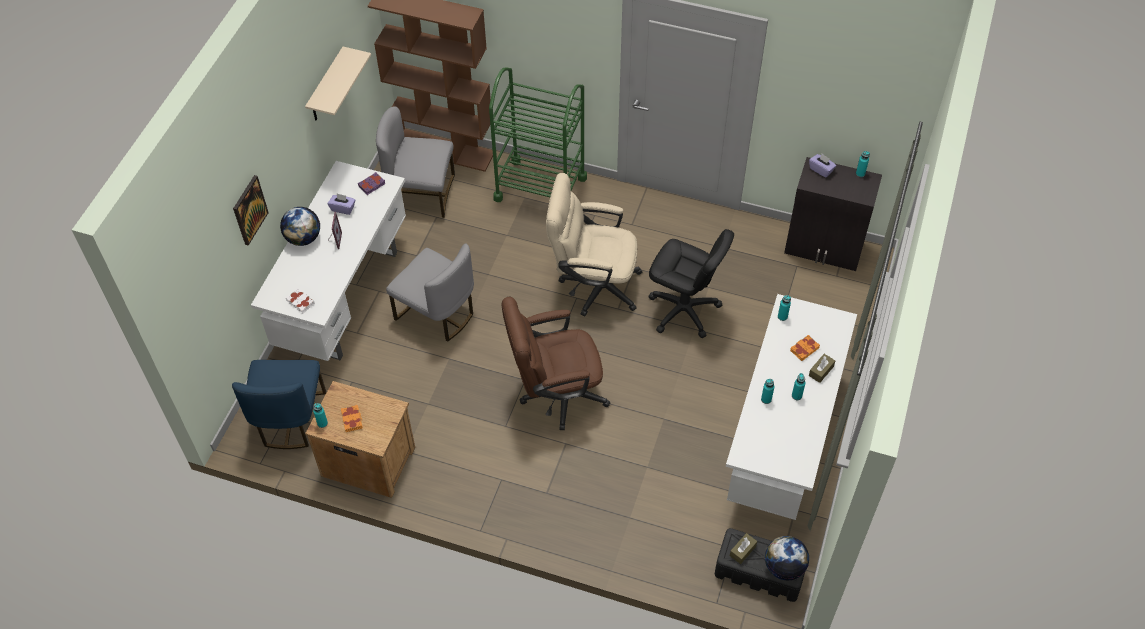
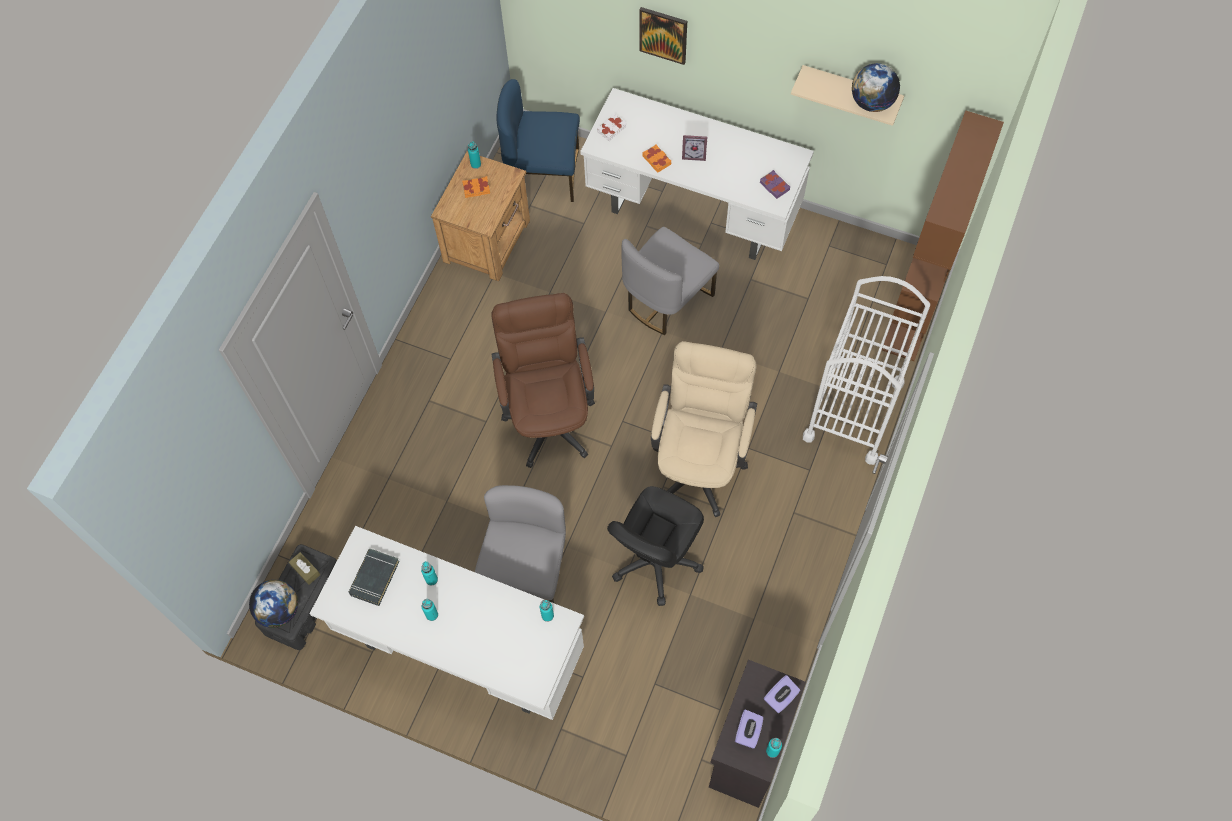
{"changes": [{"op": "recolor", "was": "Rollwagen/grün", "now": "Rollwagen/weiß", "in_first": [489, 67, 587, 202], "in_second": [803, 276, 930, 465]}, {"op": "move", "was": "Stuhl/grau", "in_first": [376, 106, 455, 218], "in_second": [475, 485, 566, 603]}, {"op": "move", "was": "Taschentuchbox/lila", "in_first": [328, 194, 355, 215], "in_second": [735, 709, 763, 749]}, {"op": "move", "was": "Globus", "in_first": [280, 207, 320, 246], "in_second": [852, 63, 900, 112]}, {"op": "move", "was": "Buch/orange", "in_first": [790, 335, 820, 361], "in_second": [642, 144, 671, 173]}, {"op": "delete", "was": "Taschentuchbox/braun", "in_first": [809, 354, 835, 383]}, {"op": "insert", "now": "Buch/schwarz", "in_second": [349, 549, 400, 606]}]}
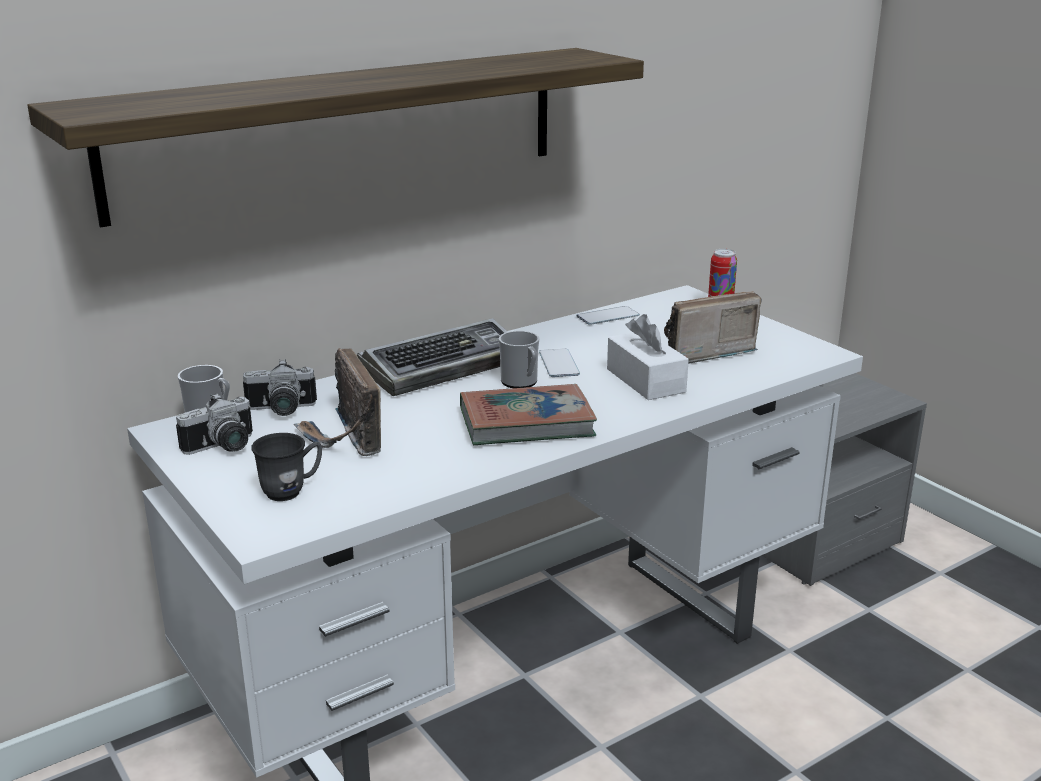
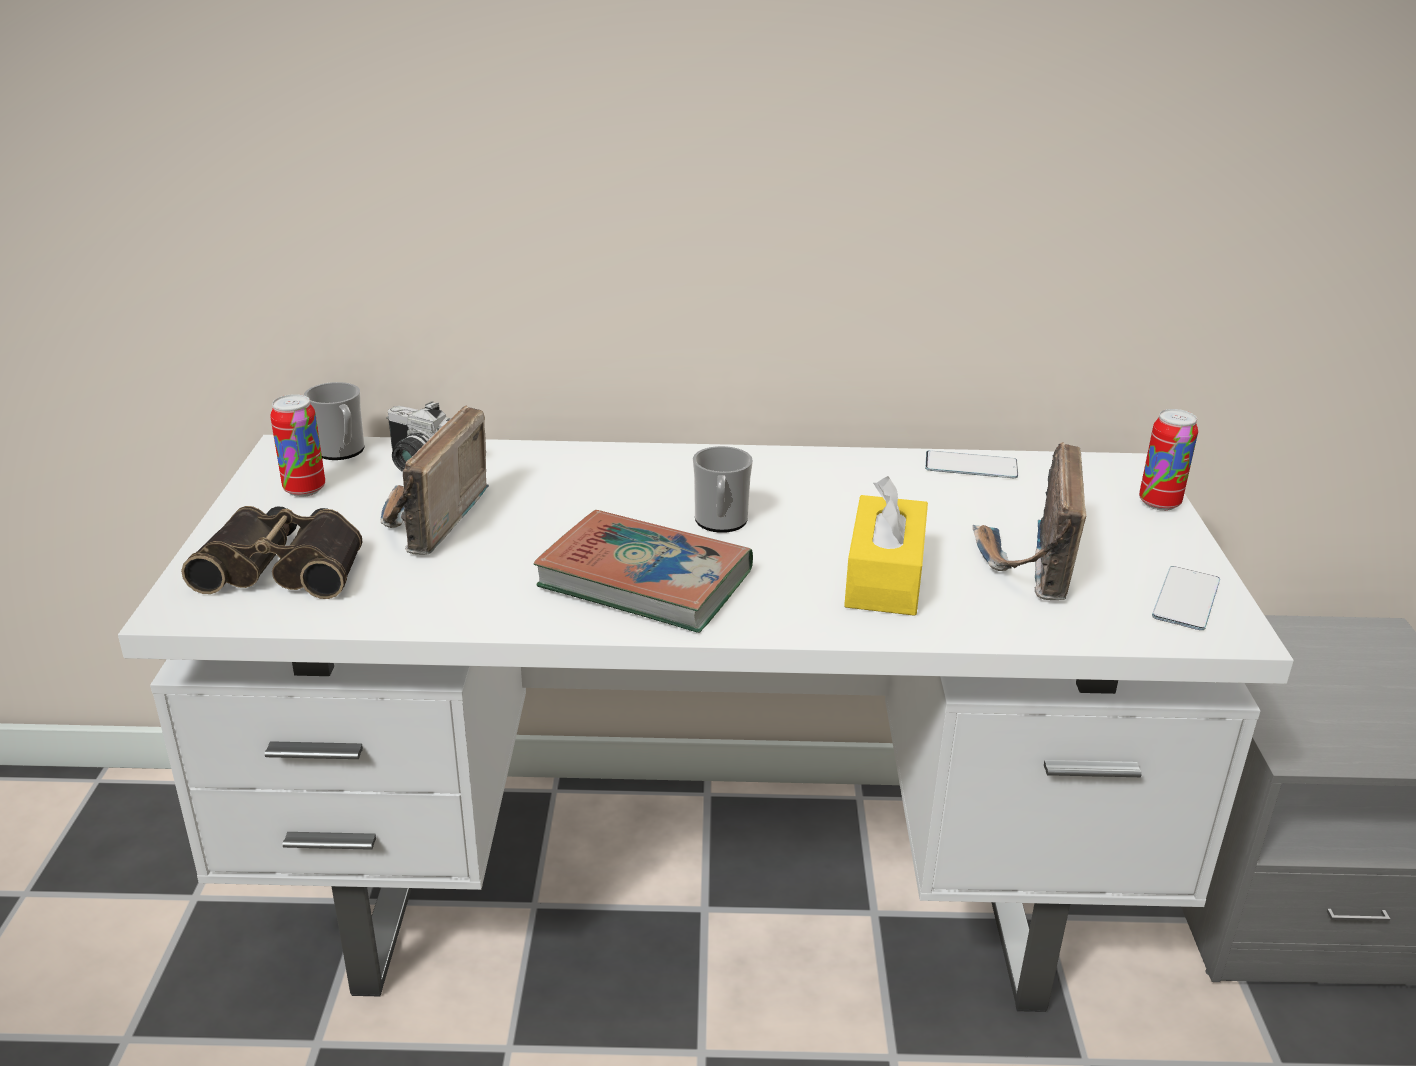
{"changes": [{"op": "delete", "was": "Wandregal", "in_first": [27, 48, 644, 227]}, {"op": "rotate", "was": "Radio", "in_first": [664, 291, 761, 364], "in_second": [973, 442, 1087, 600], "clockwise": -90}, {"op": "recolor", "was": "Taschentuchbox/weiß", "now": "Taschentuchbox/gelb", "in_first": [607, 314, 689, 400], "in_second": [844, 476, 928, 616]}, {"op": "delete", "was": "Tastatur", "in_first": [357, 318, 508, 396]}, {"op": "move", "was": "Handy", "in_first": [539, 349, 580, 377], "in_second": [1152, 566, 1220, 630]}, {"op": "replace", "was": "Kamera", "now": "Dose", "in_first": [176, 393, 253, 455], "in_second": [270, 394, 325, 497]}, {"op": "replace", "was": "Henkelbecher/grau", "now": "Fernglas", "in_first": [251, 433, 322, 501], "in_second": [181, 506, 363, 599]}]}
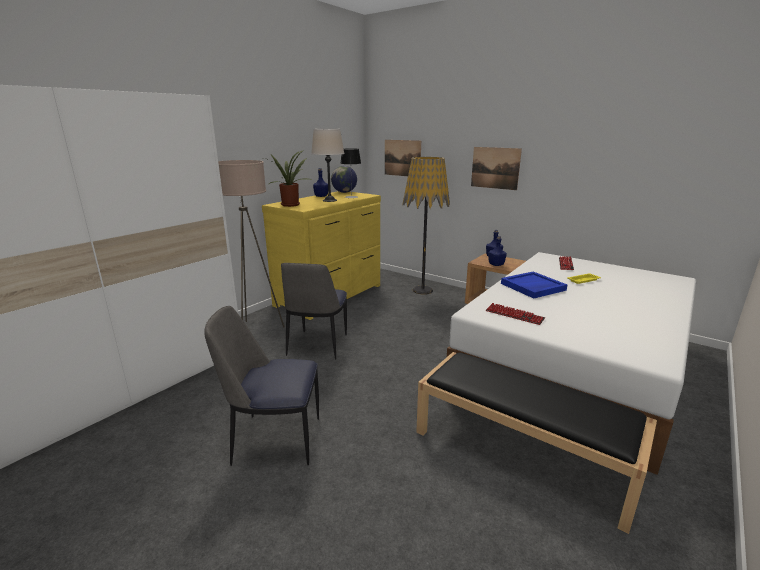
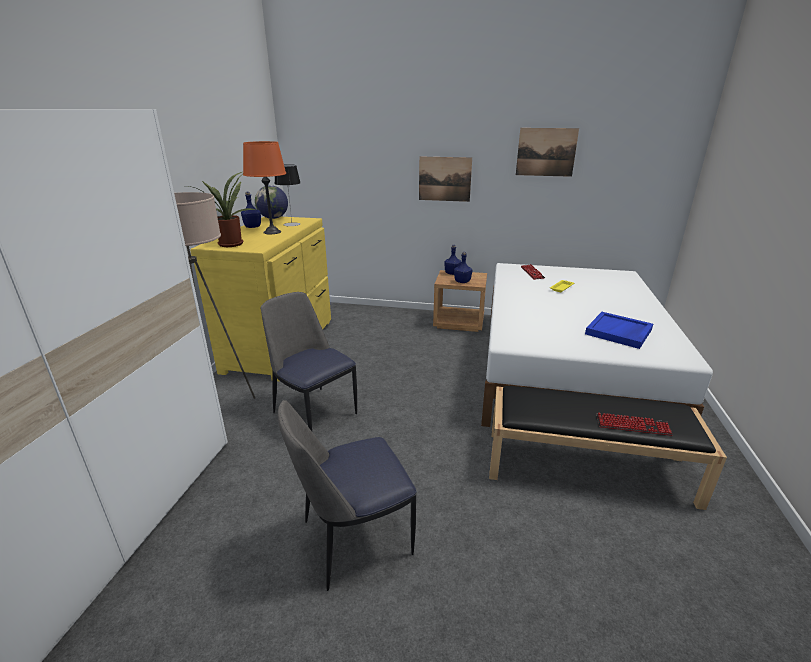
{"changes": [{"op": "recolor", "was": "Tischlampe/beige", "now": "Tischlampe/orange", "in_first": [311, 129, 345, 202], "in_second": [243, 141, 286, 234]}, {"op": "move", "was": "Bild", "in_first": [385, 140, 421, 176], "in_second": [516, 128, 579, 177]}, {"op": "delete", "was": "Stehlampe", "in_first": [402, 157, 450, 295]}, {"op": "rotate", "was": "Stuhl", "in_first": [281, 263, 347, 360], "in_second": [261, 292, 357, 431], "clockwise": 150}, {"op": "move", "was": "Tablett/blau", "in_first": [501, 272, 567, 299], "in_second": [585, 312, 653, 349]}, {"op": "move", "was": "Tastatur", "in_first": [486, 303, 545, 325], "in_second": [597, 413, 673, 436]}]}
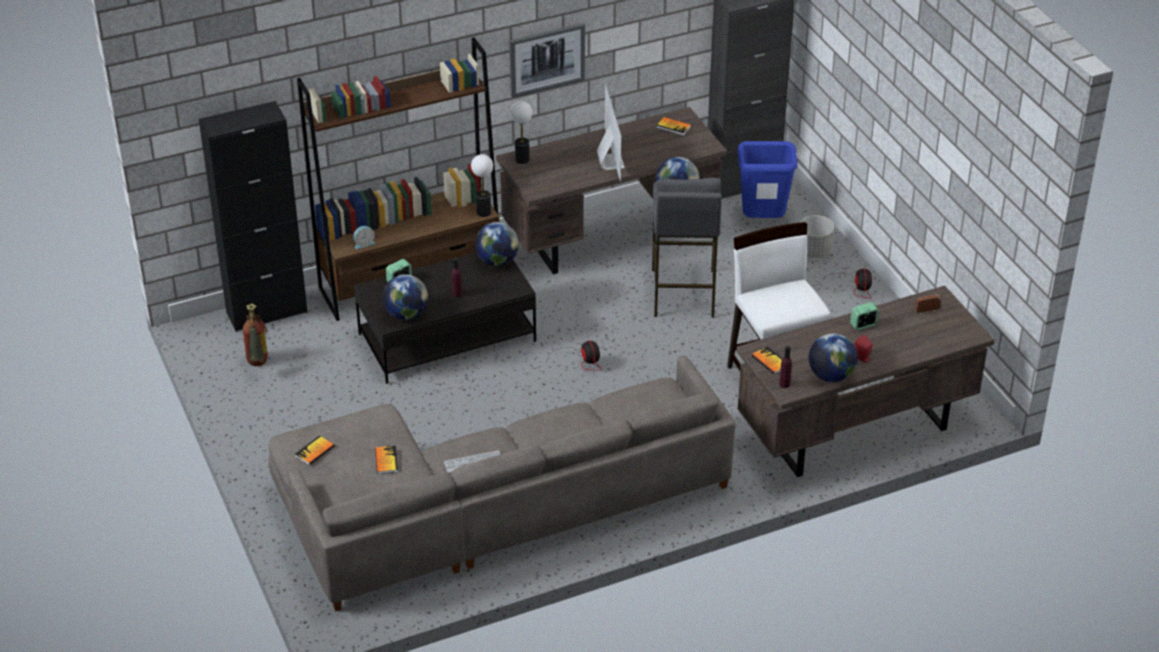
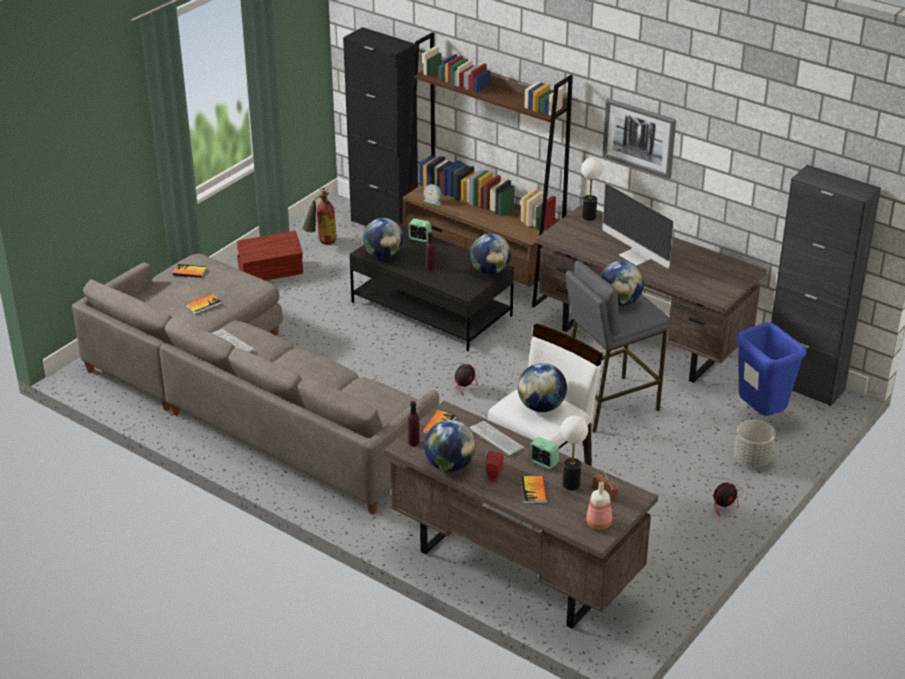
{"changes": [{"op": "rotate", "was": "Monitor", "in_first": [597, 83, 625, 181], "in_second": [602, 183, 674, 269], "clockwise": 90}, {"op": "move", "was": "Buch", "in_first": [657, 117, 691, 136], "in_second": [521, 476, 547, 504]}, {"op": "move", "was": "Tischlampe", "in_first": [471, 154, 493, 217], "in_second": [561, 416, 588, 490]}, {"op": "insert", "now": "Aufbewahrungsbox/braun", "in_second": [237, 231, 303, 281]}, {"op": "insert", "now": "Globus", "in_second": [518, 363, 567, 412]}, {"op": "insert", "now": "Tastatur", "in_second": [470, 421, 525, 456]}, {"op": "insert", "now": "Flasche", "in_second": [586, 481, 612, 530]}]}
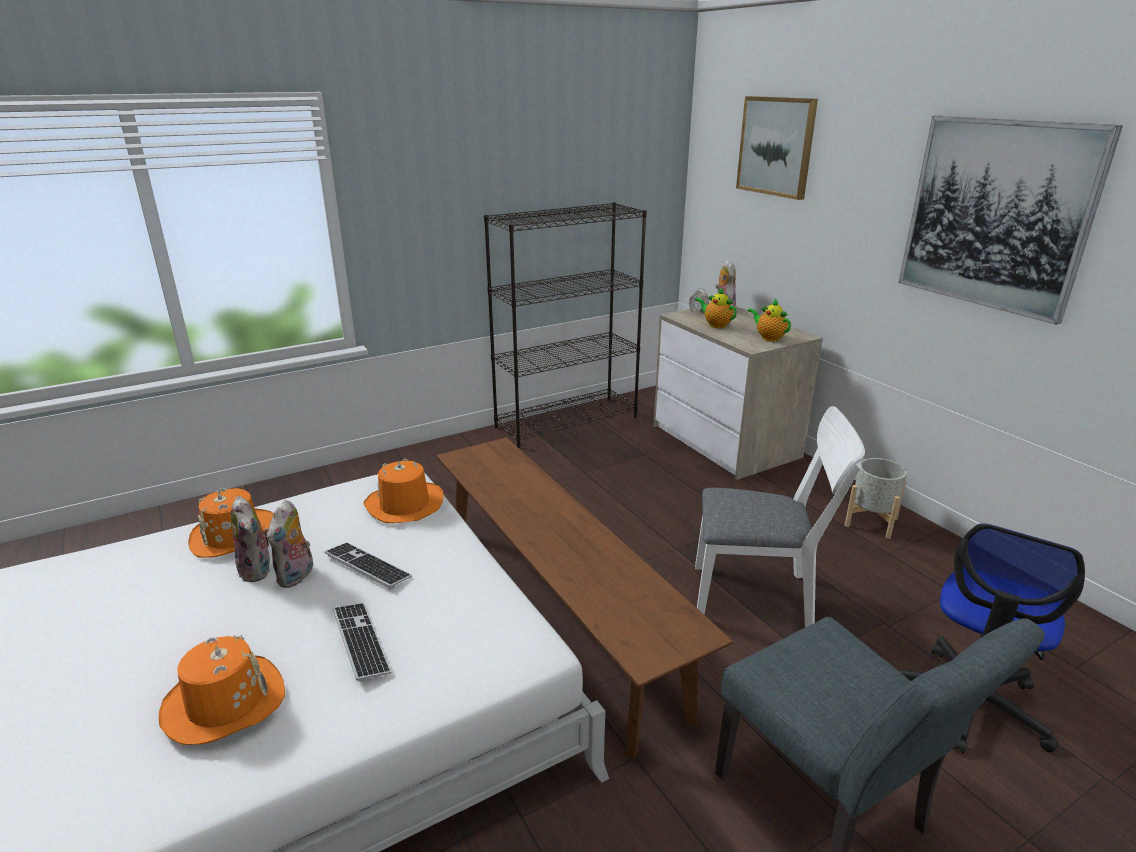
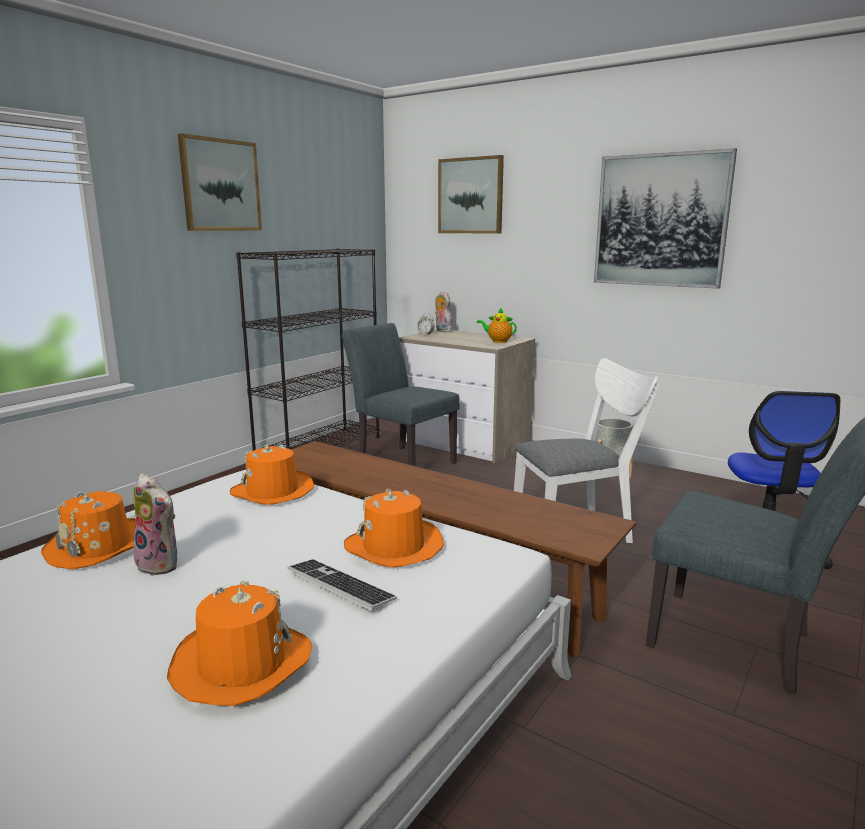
{"changes": [{"op": "delete", "was": "Teekanne", "in_first": [695, 288, 737, 328]}, {"op": "delete", "was": "Plüschtier", "in_first": [266, 500, 313, 588]}, {"op": "delete", "was": "Tastatur", "in_first": [324, 542, 412, 589]}, {"op": "insert", "now": "Bild", "in_second": [178, 133, 262, 231]}, {"op": "insert", "now": "Stuhl/grau", "in_second": [342, 323, 460, 466]}, {"op": "insert", "now": "Hut/orange", "in_second": [344, 489, 444, 567]}]}
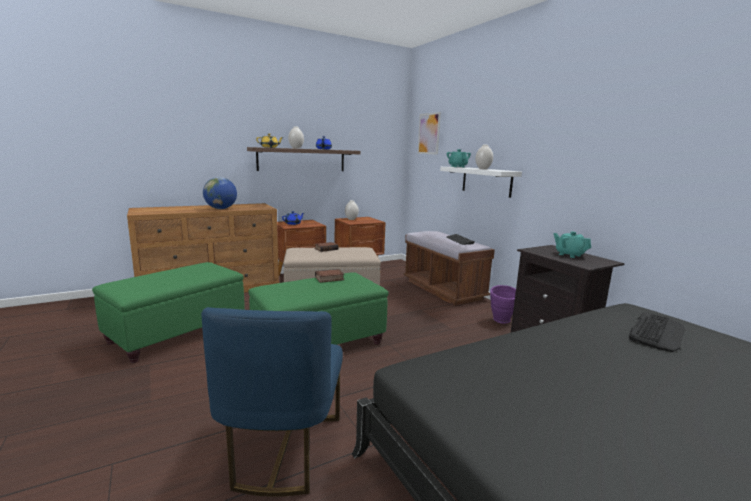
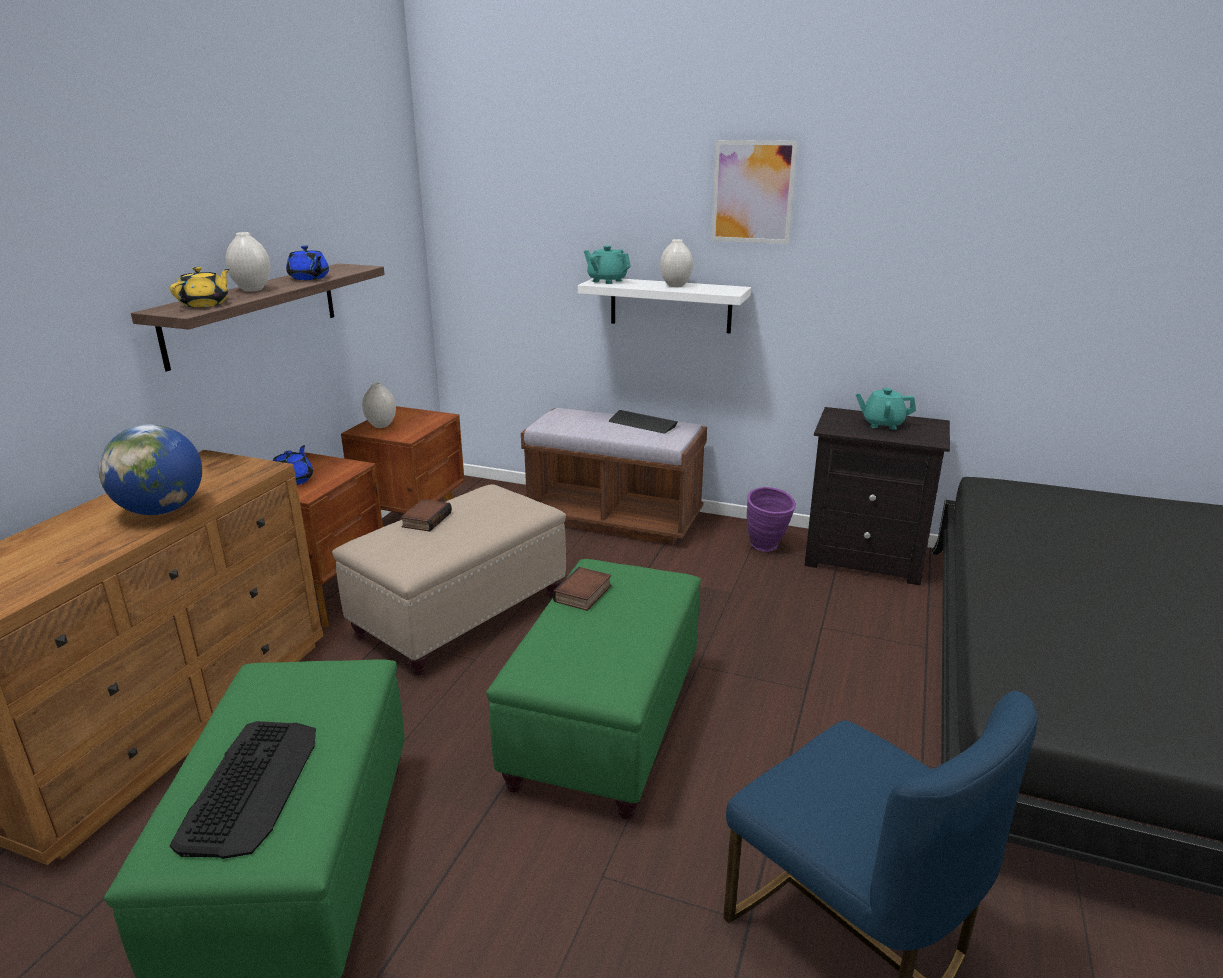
{"changes": [{"op": "move", "was": "Bild", "in_first": [418, 112, 441, 155], "in_second": [711, 140, 798, 244]}, {"op": "move", "was": "Tastatur", "in_first": [629, 312, 686, 352], "in_second": [170, 721, 316, 859]}]}
